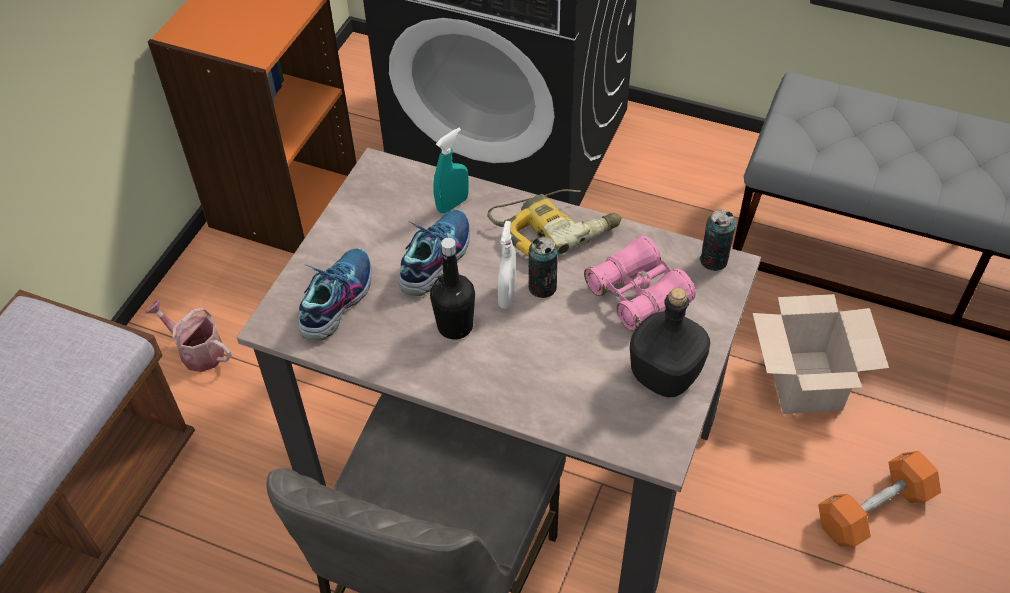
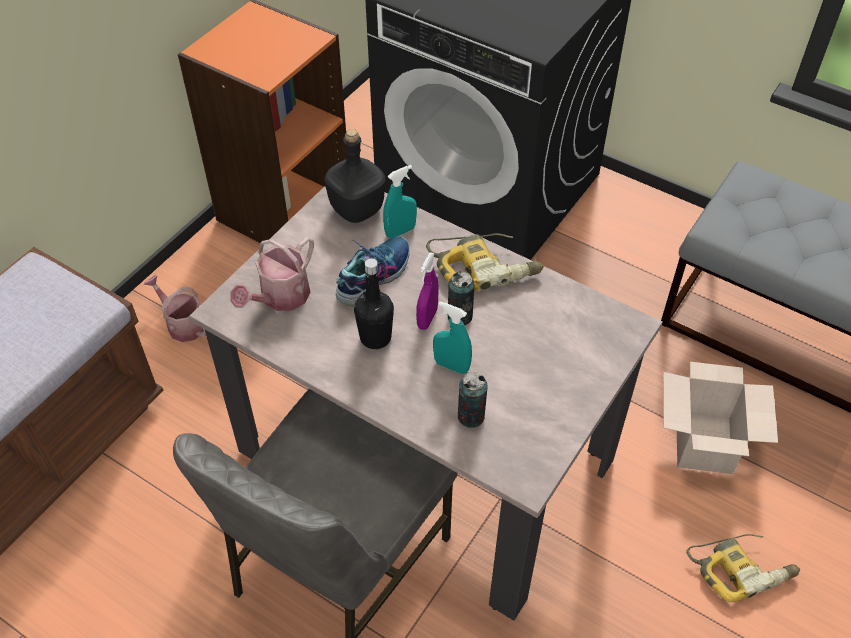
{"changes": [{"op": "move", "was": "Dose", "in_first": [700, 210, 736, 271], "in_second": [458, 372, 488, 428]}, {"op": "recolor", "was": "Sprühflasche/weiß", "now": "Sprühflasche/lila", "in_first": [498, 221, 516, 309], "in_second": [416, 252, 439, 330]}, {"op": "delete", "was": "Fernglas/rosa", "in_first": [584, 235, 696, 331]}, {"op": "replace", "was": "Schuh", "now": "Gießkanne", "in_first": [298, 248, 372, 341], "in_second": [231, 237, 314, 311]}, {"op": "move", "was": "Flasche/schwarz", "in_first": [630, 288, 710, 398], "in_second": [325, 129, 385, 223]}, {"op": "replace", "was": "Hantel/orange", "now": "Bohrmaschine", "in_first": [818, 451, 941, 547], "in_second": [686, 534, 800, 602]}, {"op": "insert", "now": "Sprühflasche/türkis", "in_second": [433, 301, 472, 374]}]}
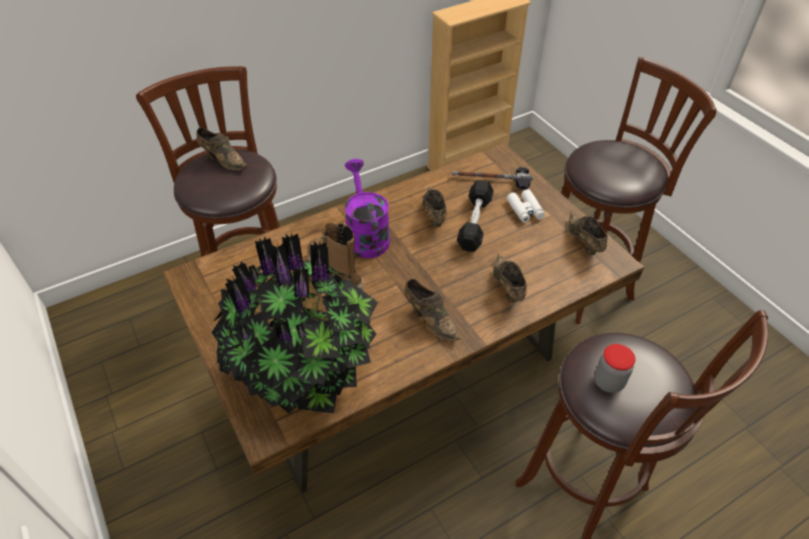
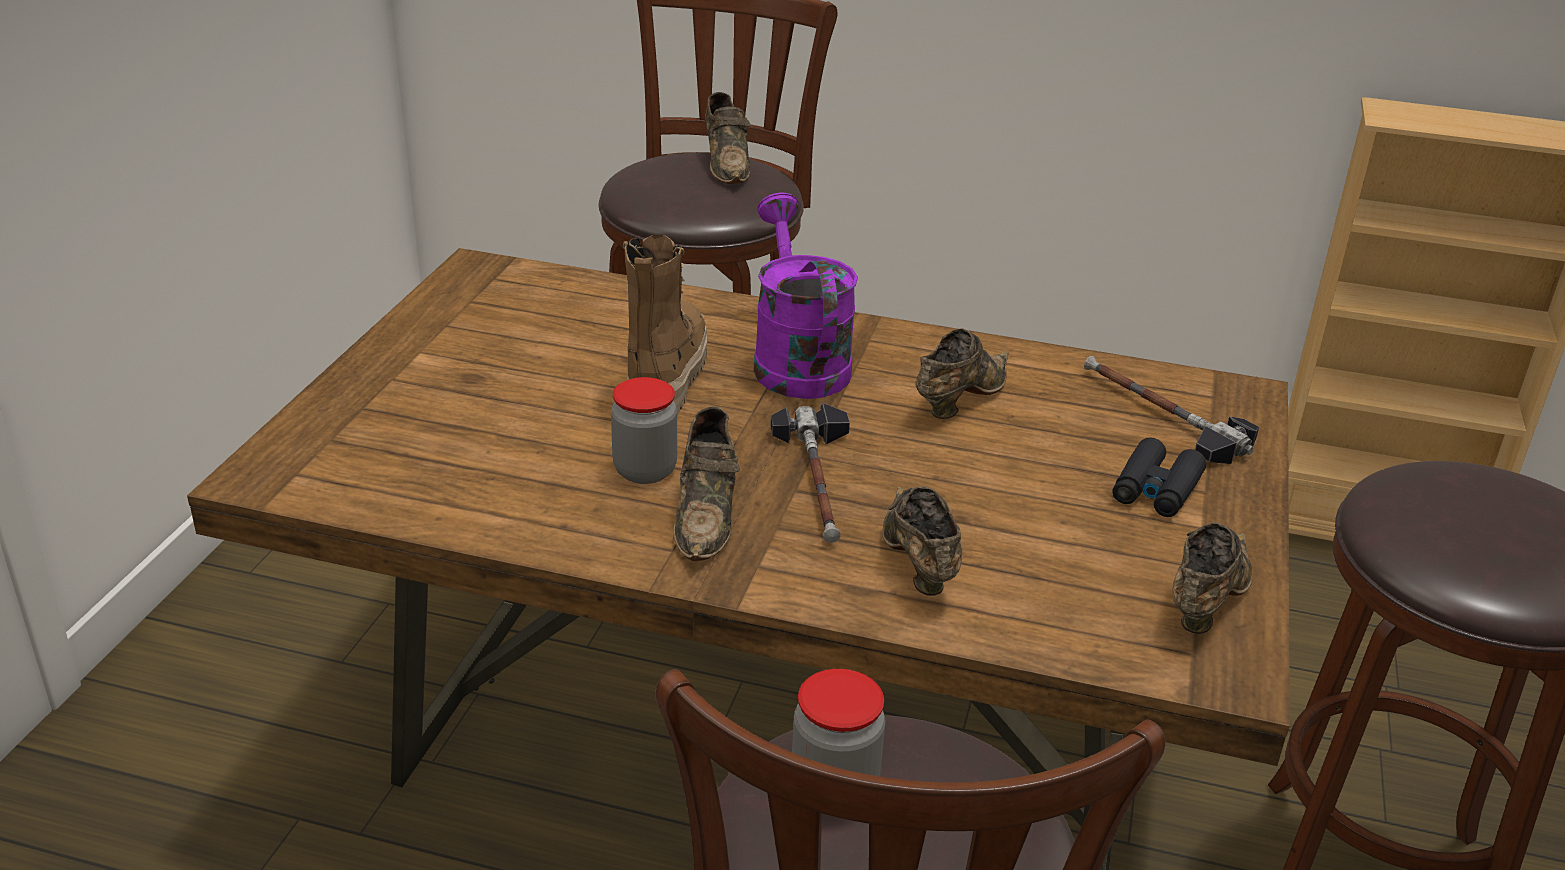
{"changes": [{"op": "rotate", "was": "Gießkanne/lila", "in_first": [344, 159, 390, 258], "in_second": [754, 192, 858, 399], "clockwise": -45}, {"op": "delete", "was": "Hantel/schwarz", "in_first": [457, 180, 494, 252]}, {"op": "recolor", "was": "Fernglas/weiß", "now": "Fernglas/schwarz", "in_first": [507, 189, 545, 222], "in_second": [1113, 437, 1206, 517]}, {"op": "delete", "was": "Topfpflanze", "in_first": [212, 233, 378, 414]}, {"op": "rotate", "was": "Schuh/braun", "in_first": [493, 253, 527, 303], "in_second": [882, 487, 962, 596], "clockwise": -45}, {"op": "insert", "now": "Vorratsglas", "in_second": [611, 377, 677, 484]}, {"op": "insert", "now": "Hammer", "in_second": [770, 403, 850, 543]}]}
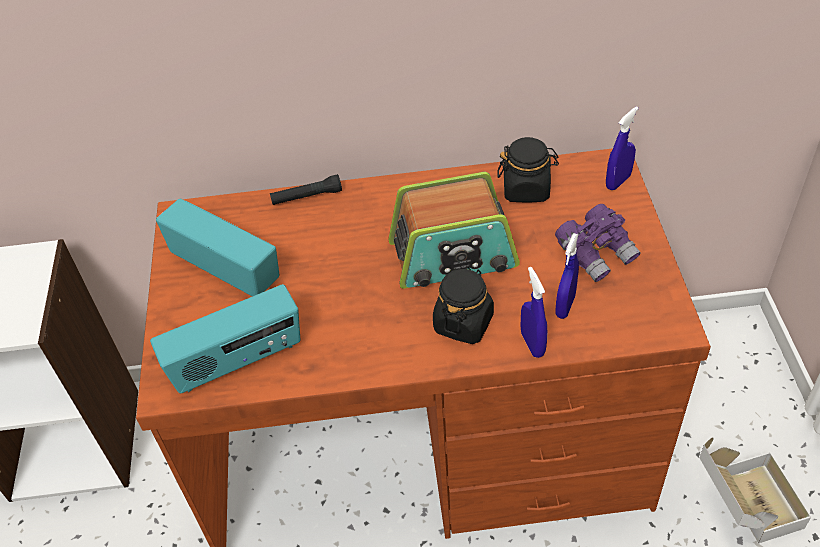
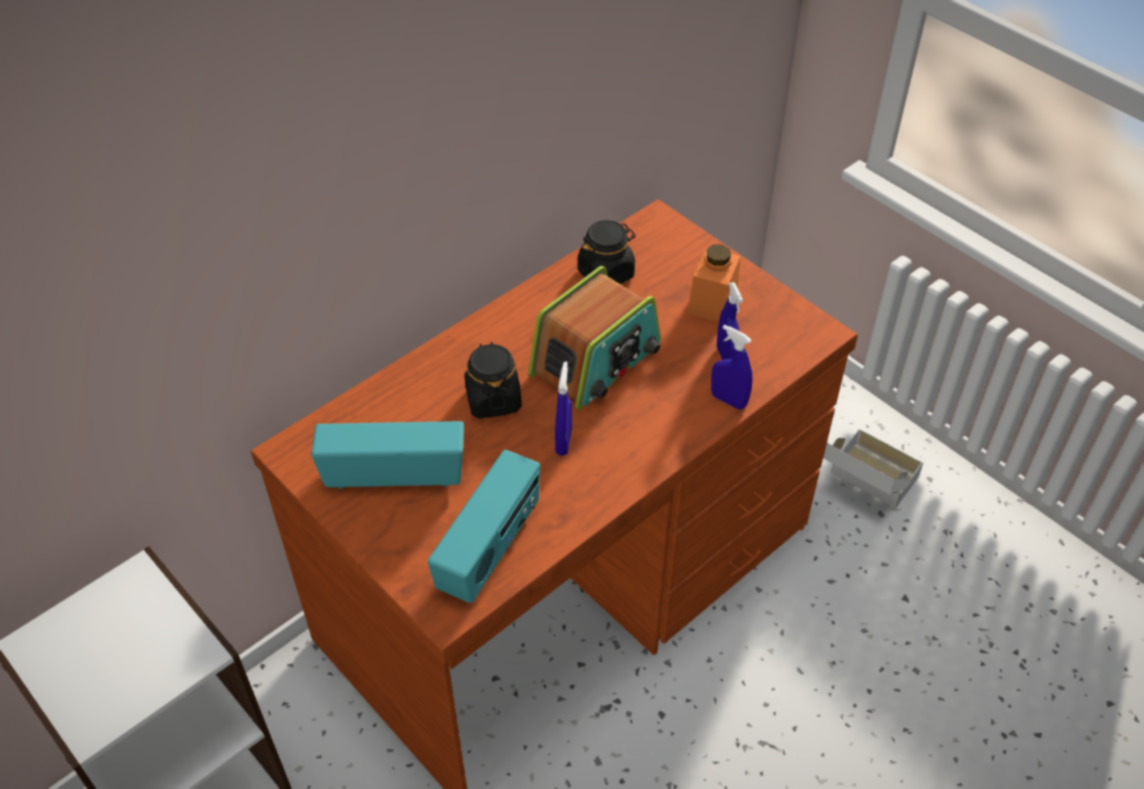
{"changes": [{"op": "move", "was": "Sprühflasche/blau", "in_first": [606, 106, 638, 190], "in_second": [555, 362, 572, 456]}, {"op": "delete", "was": "Taschenlampe/schwarz", "in_first": [270, 174, 342, 205]}, {"op": "replace", "was": "Fernglas/lila", "now": "Vorratsglas/orange", "in_first": [555, 204, 641, 282], "in_second": [688, 244, 740, 322]}, {"op": "move", "was": "Vorratsglas/schwarz", "in_first": [433, 266, 494, 344], "in_second": [464, 342, 522, 419]}]}
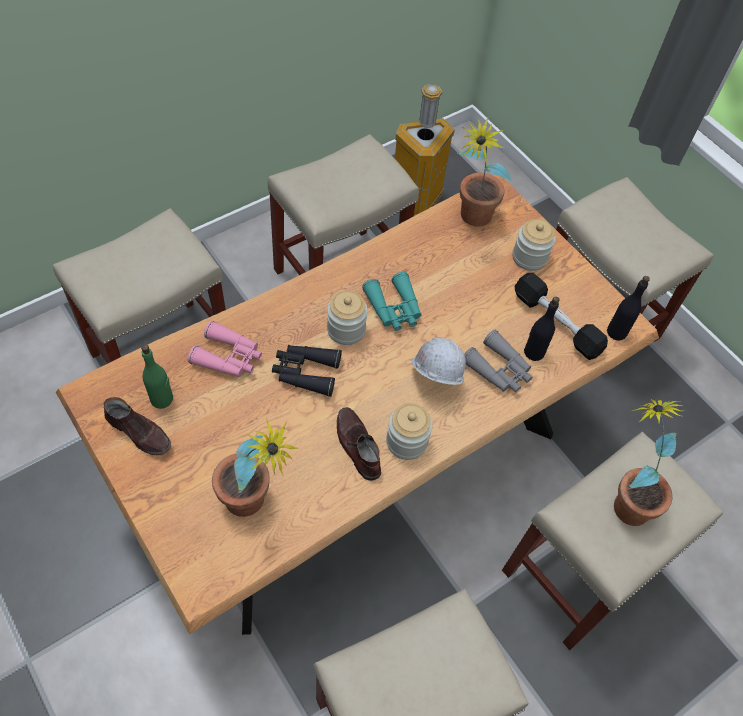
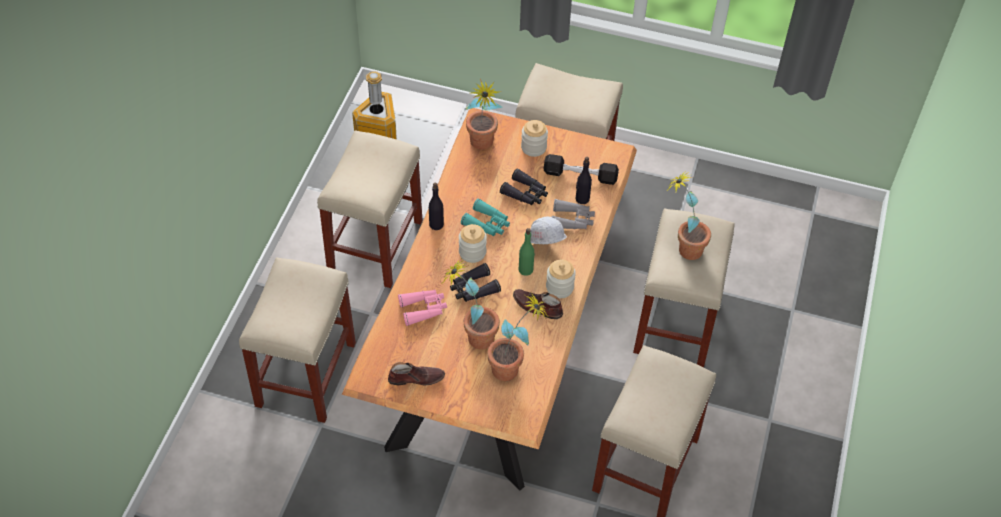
{"changes": [{"op": "move", "was": "Flasche/schwarz", "in_first": [607, 276, 650, 340], "in_second": [429, 183, 444, 230]}, {"op": "move", "was": "Flasche/grün", "in_first": [141, 344, 173, 409], "in_second": [519, 228, 535, 276]}, {"op": "insert", "now": "Fernglas/schwarz", "in_second": [500, 169, 548, 205]}, {"op": "insert", "now": "Topfpflanze", "in_second": [443, 259, 500, 350]}]}
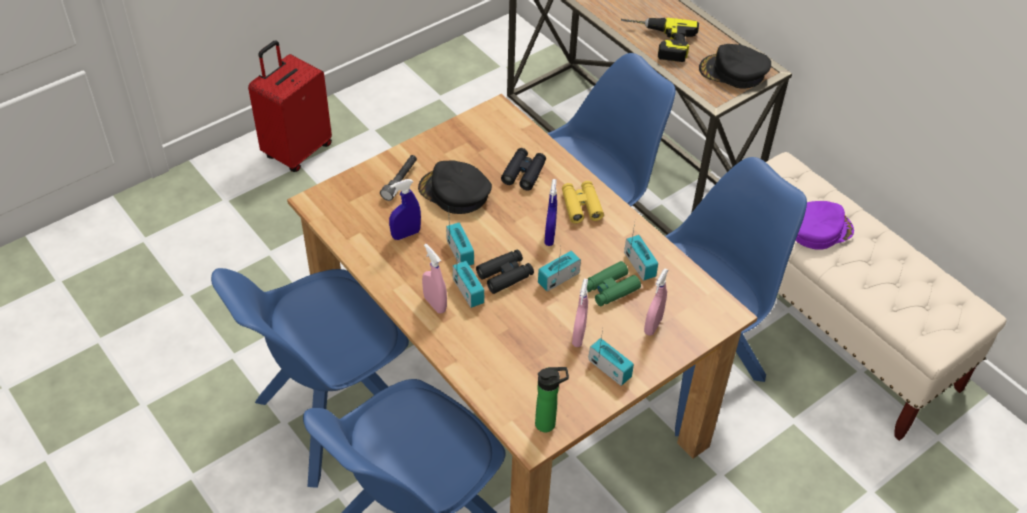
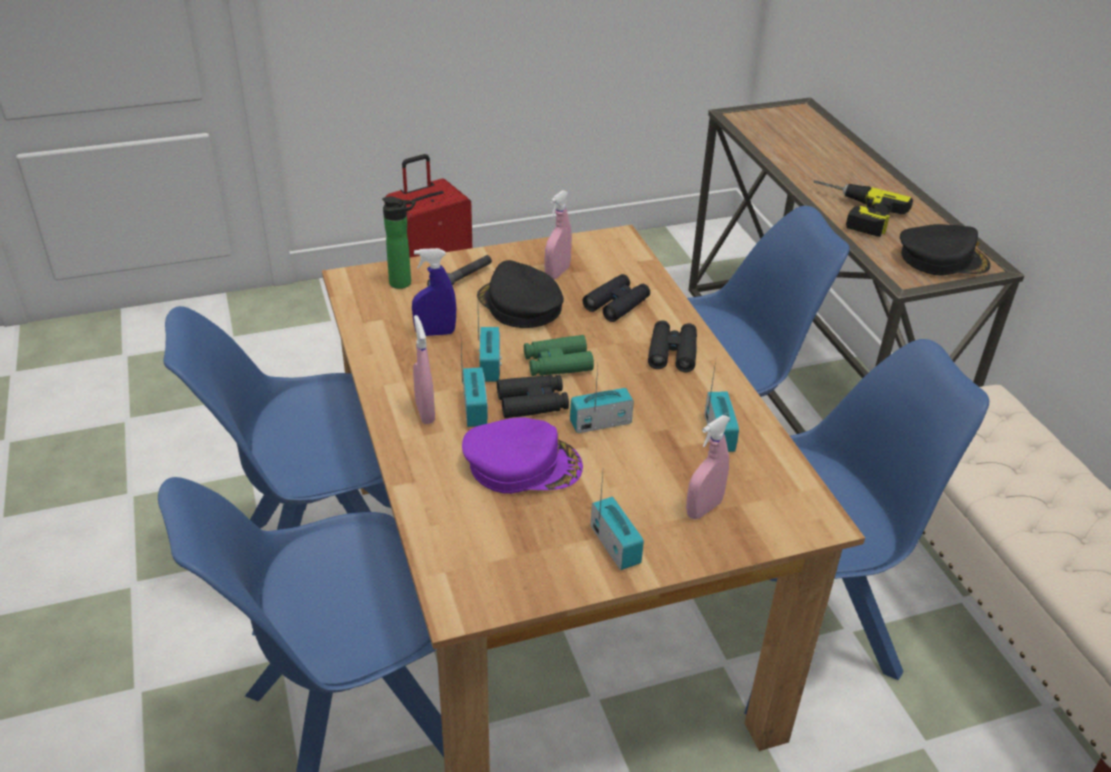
{"changes": [{"op": "rotate", "was": "Kappe/schwarz", "in_first": [699, 44, 771, 89], "in_second": [900, 224, 990, 276], "clockwise": 150}, {"op": "delete", "was": "Sprühflasche/blau", "in_first": [544, 179, 557, 246]}, {"op": "recolor", "was": "Fernglas/gelb", "now": "Fernglas/schwarz", "in_first": [562, 181, 604, 223], "in_second": [648, 320, 697, 372]}, {"op": "move", "was": "Kappe/lila", "in_first": [796, 201, 854, 250], "in_second": [462, 417, 583, 494]}, {"op": "move", "was": "Fernglas/grün", "in_first": [587, 261, 641, 306], "in_second": [524, 335, 594, 376]}, {"op": "move", "was": "Sprühflasche/rosa", "in_first": [572, 279, 588, 347], "in_second": [544, 190, 572, 279]}, {"op": "move", "was": "Flasche", "in_first": [535, 367, 569, 432], "in_second": [382, 196, 416, 289]}]}
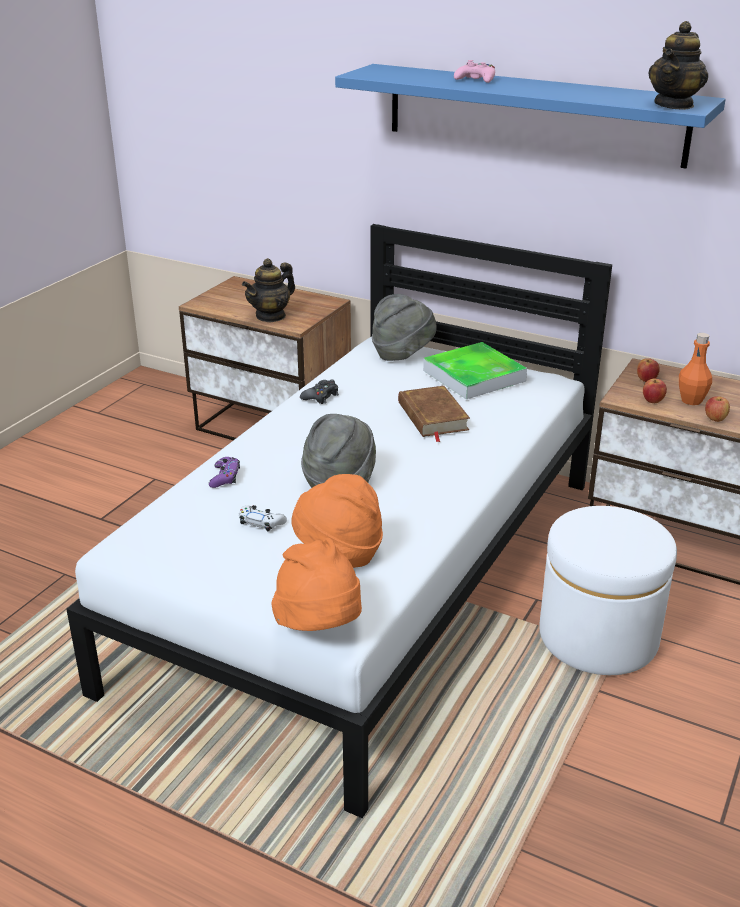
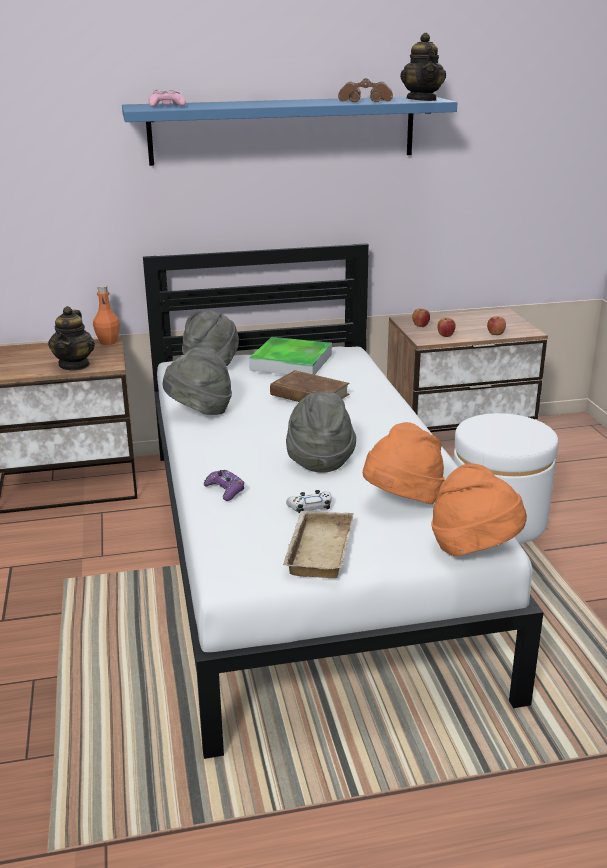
{"changes": [{"op": "move", "was": "Gamepad/rosa", "in_first": [454, 60, 495, 83], "in_second": [149, 90, 186, 107]}, {"op": "move", "was": "Flasche/orange", "in_first": [679, 333, 712, 405], "in_second": [93, 285, 120, 345]}, {"op": "replace", "was": "Gamepad/schwarz", "now": "Hut/grau", "in_first": [300, 380, 339, 404], "in_second": [163, 347, 232, 415]}, {"op": "insert", "now": "Fernglas/braun", "in_second": [338, 78, 393, 102]}, {"op": "insert", "now": "Tablett/beige", "in_second": [283, 511, 354, 578]}]}
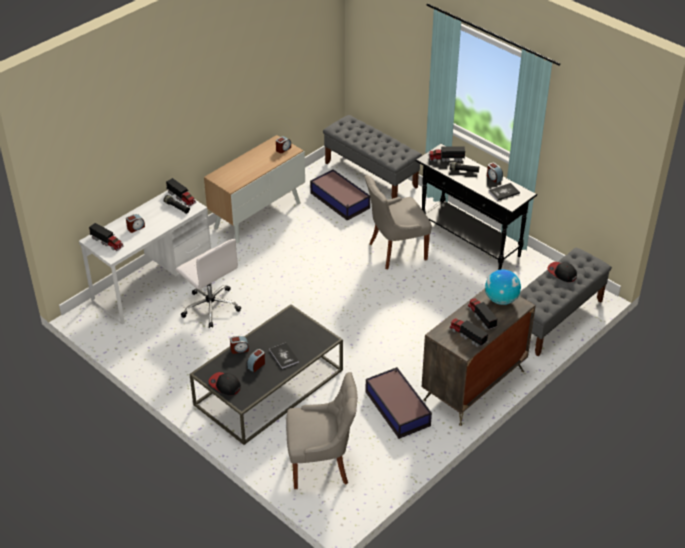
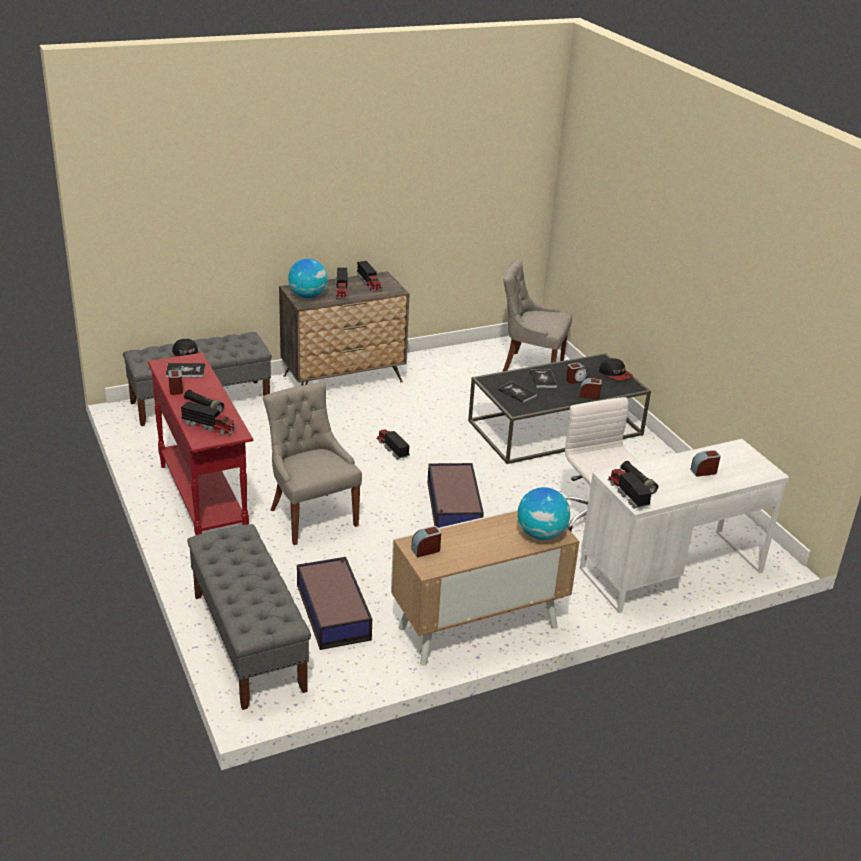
{"changes": [{"op": "recolor", "was": "Konsolentisch/schwarz", "now": "Konsolentisch/rot", "in_first": [415, 144, 537, 270], "in_second": [148, 353, 253, 536]}, {"op": "rotate", "was": "Stuhl/grau", "in_first": [365, 175, 432, 270], "in_second": [263, 382, 362, 545], "clockwise": -120}, {"op": "move", "was": "Spielzeuglaster", "in_first": [89, 223, 124, 251], "in_second": [377, 429, 410, 460]}, {"op": "move", "was": "Aufbewahrungsbox", "in_first": [365, 367, 432, 439], "in_second": [427, 463, 484, 528]}, {"op": "insert", "now": "Buch", "in_second": [498, 381, 537, 403]}, {"op": "insert", "now": "Globus", "in_second": [517, 487, 570, 540]}]}
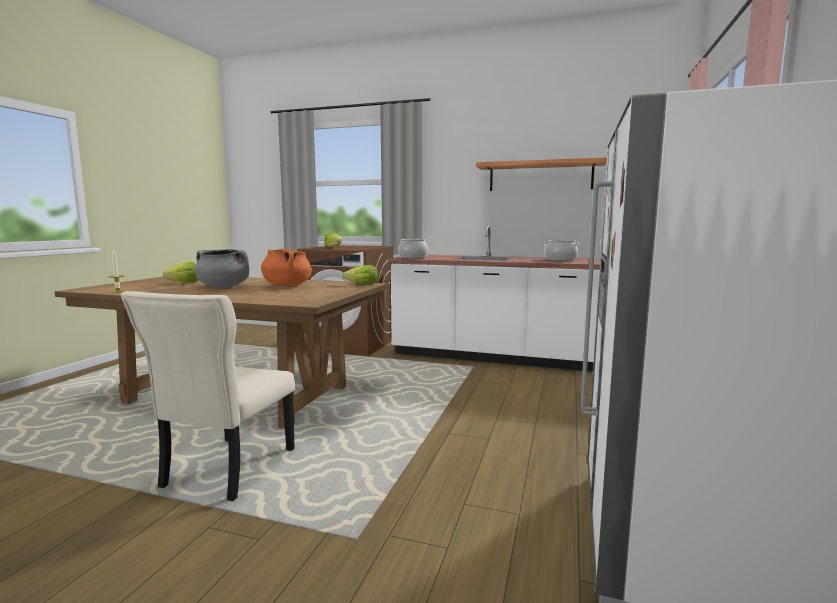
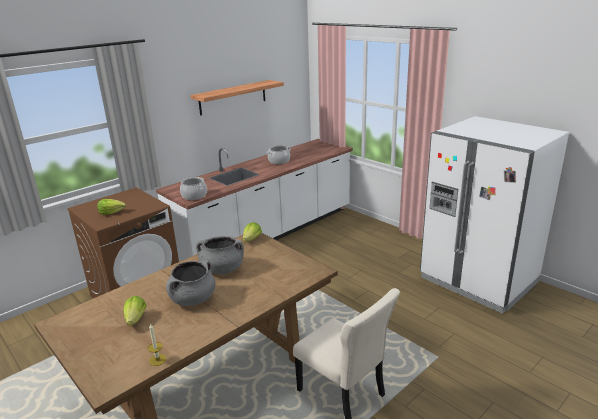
{"changes": [{"op": "recolor", "was": "Kochtopf/orange", "now": "Kochtopf/grau", "in_first": [261, 248, 312, 286], "in_second": [196, 236, 244, 274]}]}
